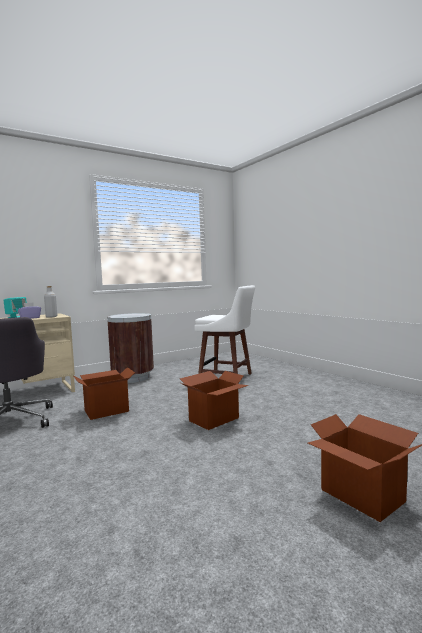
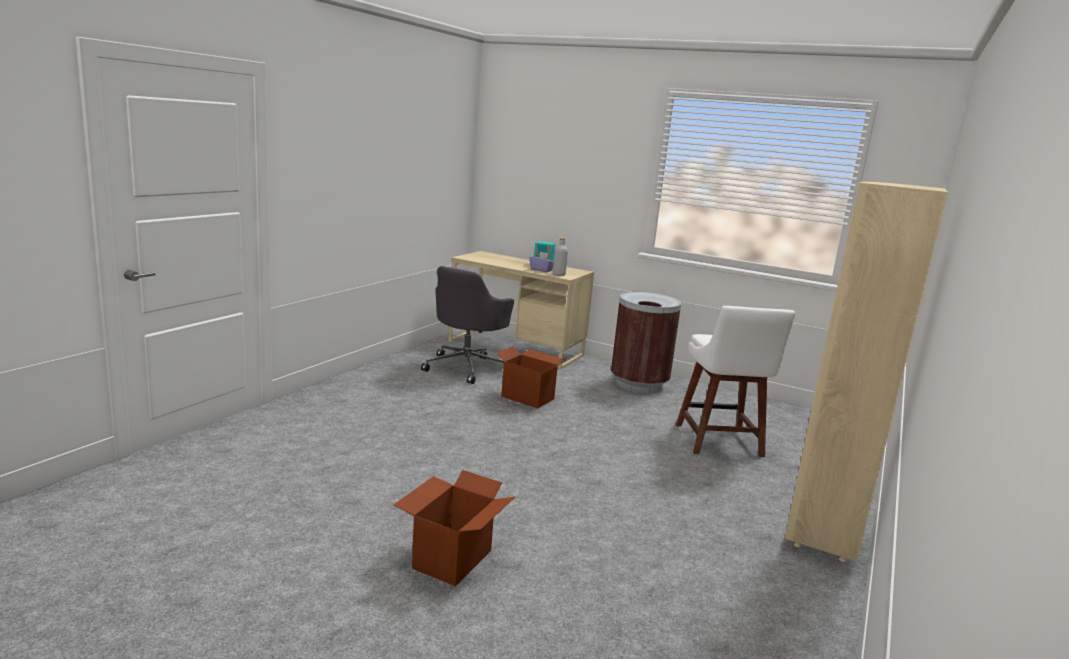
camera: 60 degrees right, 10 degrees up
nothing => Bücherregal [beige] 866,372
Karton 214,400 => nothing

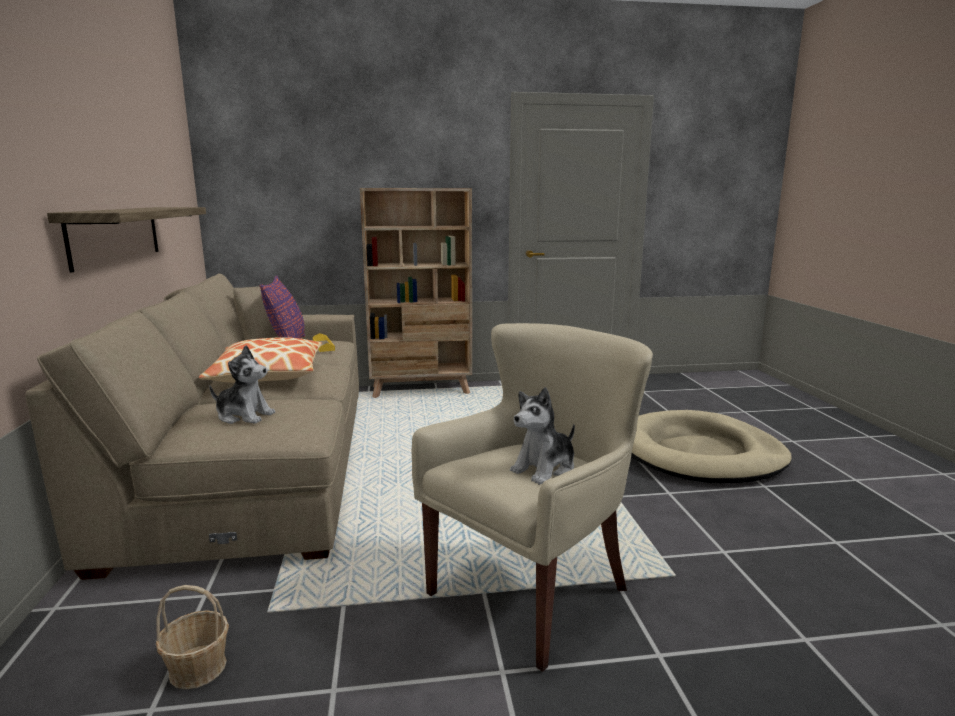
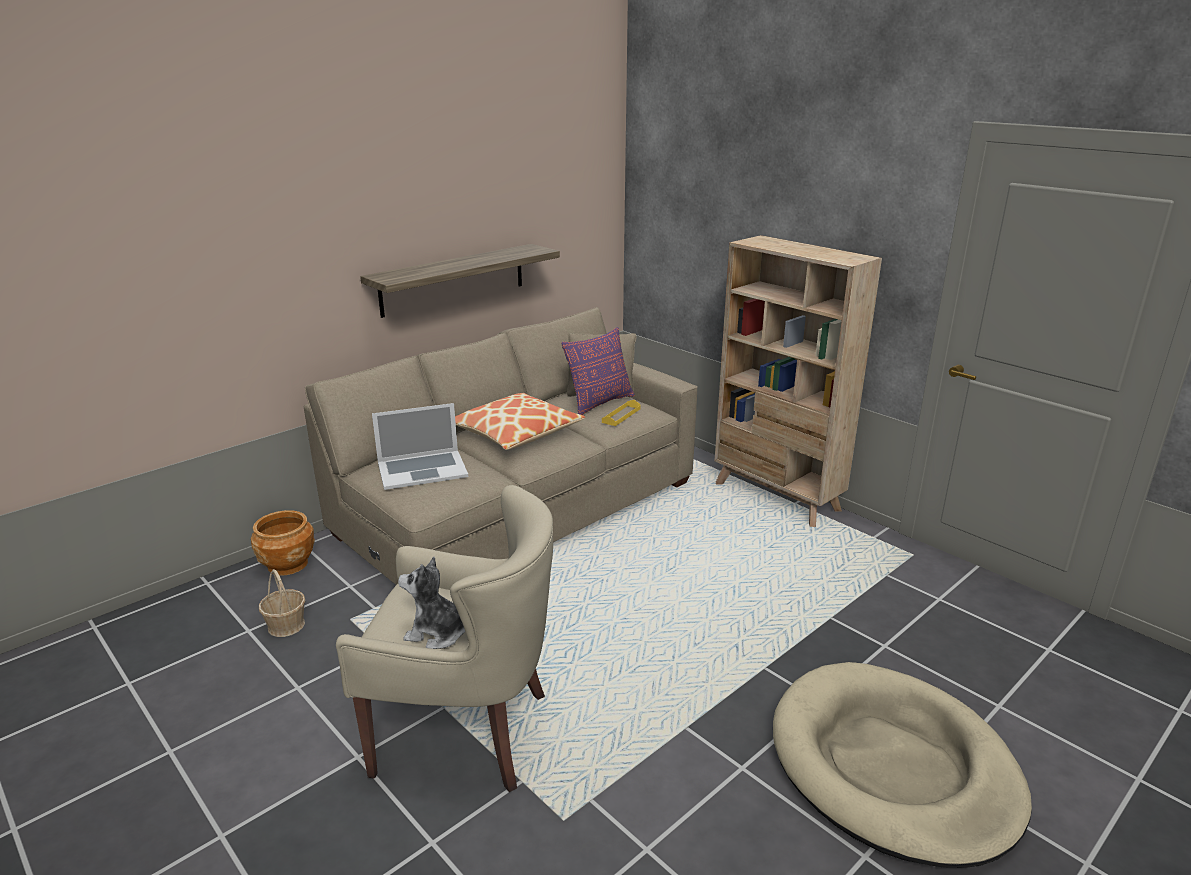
camera: 55 degrees right, 10 degrees up
nothing => Pflanzkübel [braun] 283,543
Plüschtier 242,384 => Laptop 420,446

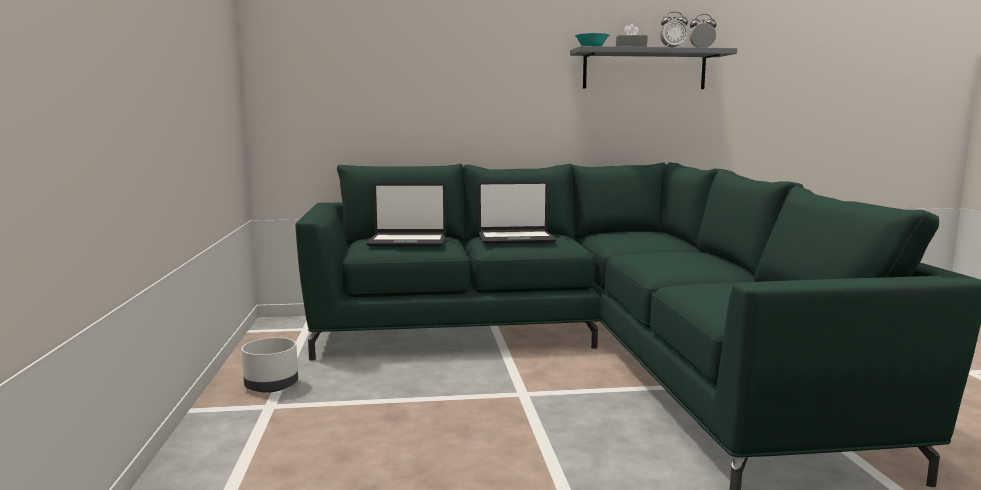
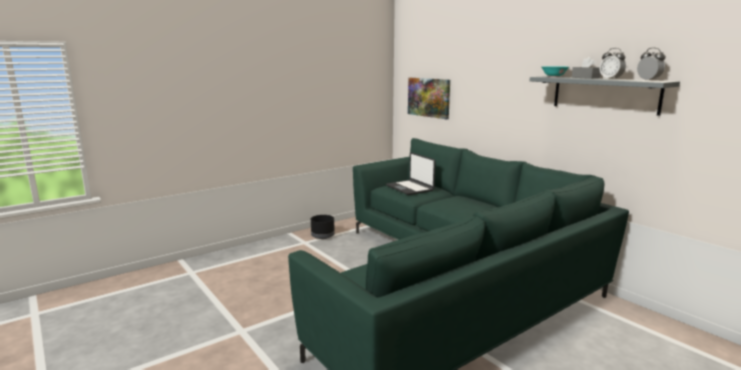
camera: 60 degrees right, 5 degrees up
Pflanzkübel [weiß] 270,365 => Pflanzkübel [schwarz] 323,227
nothing => Bild 429,98
Laptop 517,212 => nothing

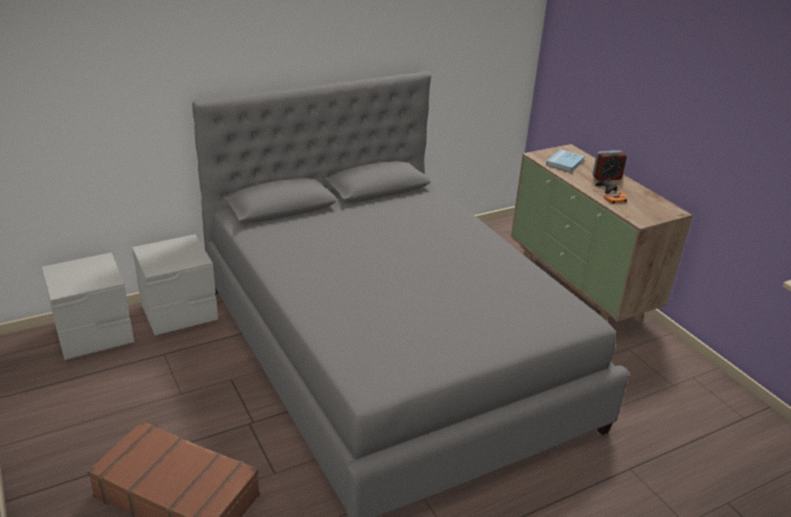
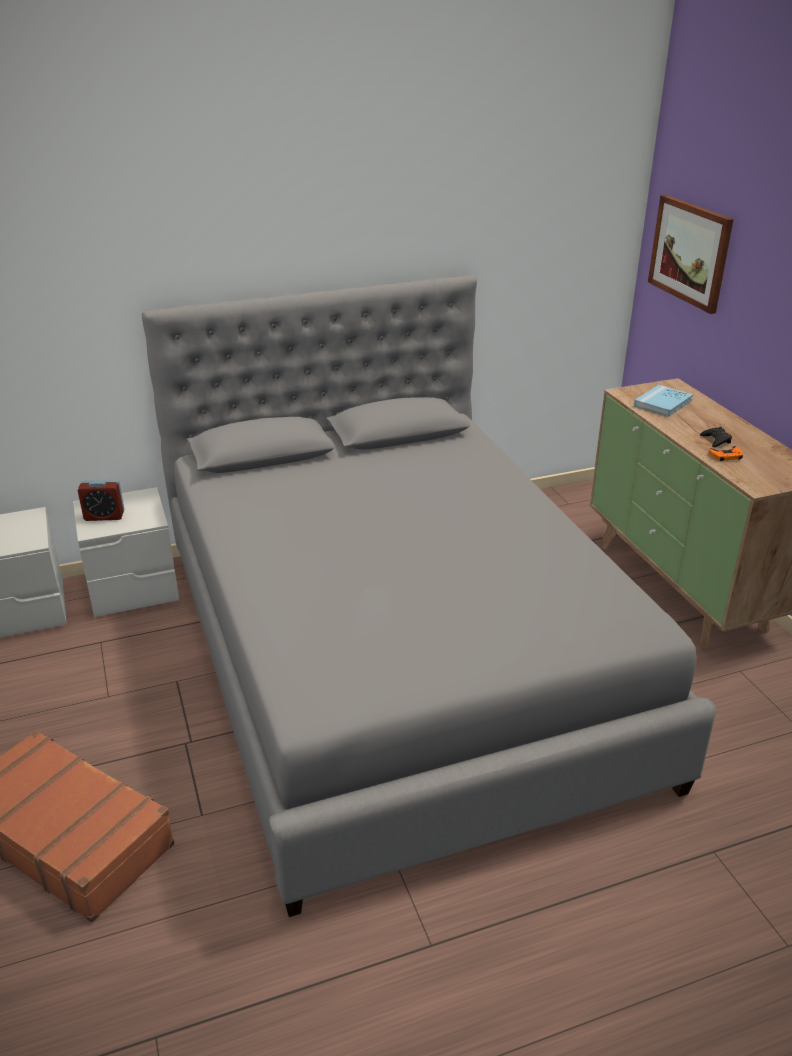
camera: 10 degrees right, 0 degrees up
Wecker 610,165 => Wecker 101,500, relocated
nothing => Bild 690,254

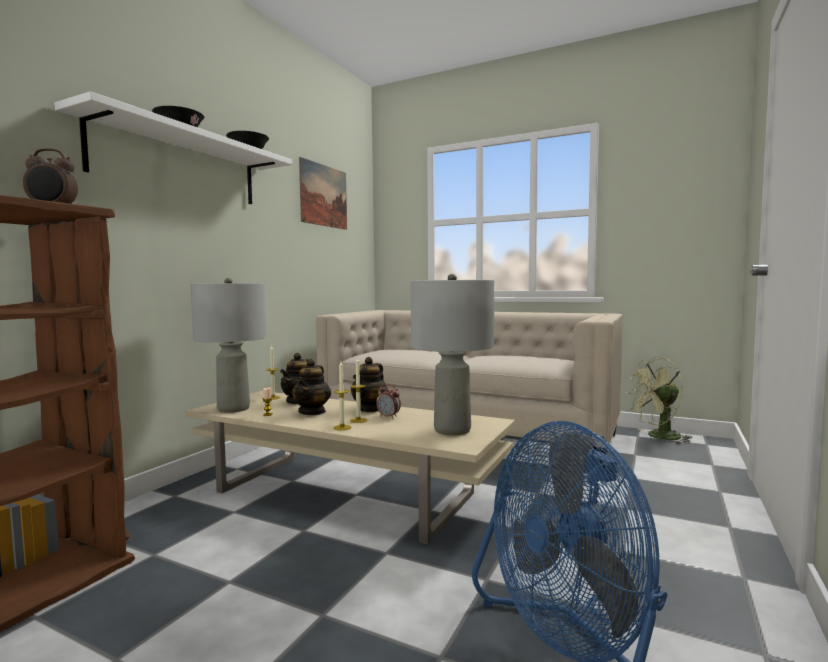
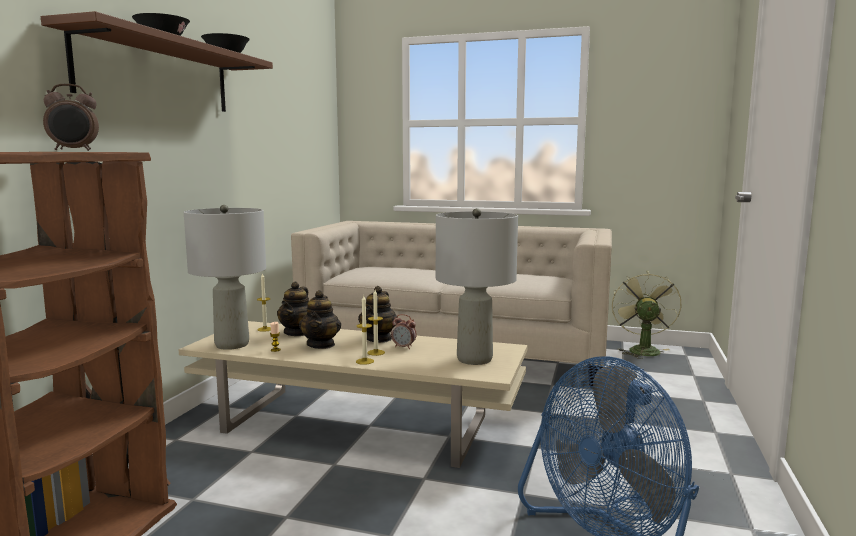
camera: 10 degrees left, 5 degrees up
Wandregal [weiß] 173,147 => Wandregal [braun] 157,61
Ventilator [grün] 659,401 => Ventilator [grün] 647,315, 120 degrees clockwise
Bild 323,193 => nothing

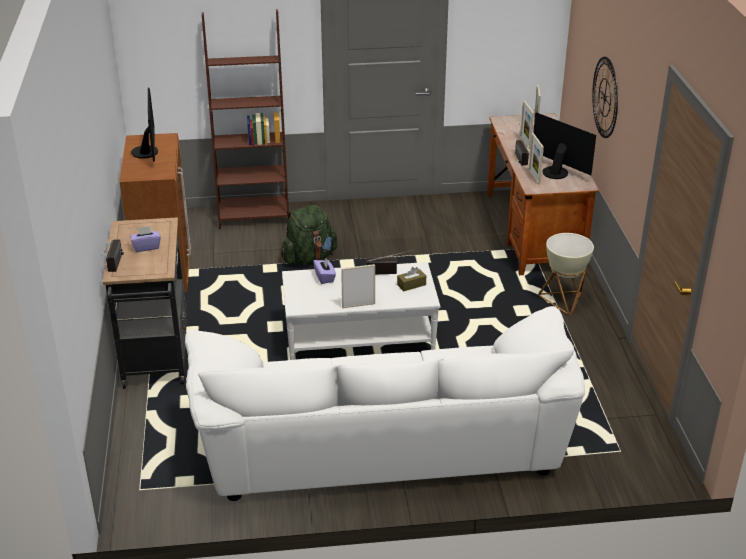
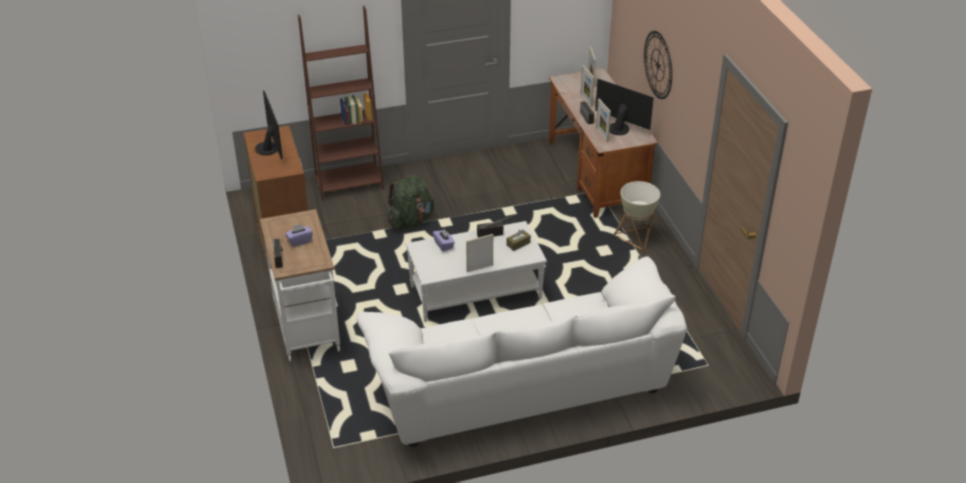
camera: 10 degrees left, 5 degrees up
Rollwagen [schwarz] 145,303 => Rollwagen [weiß] 300,285

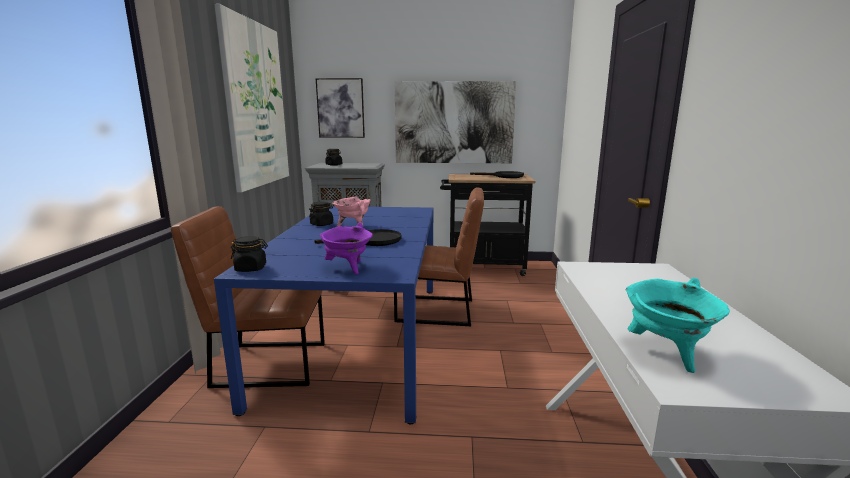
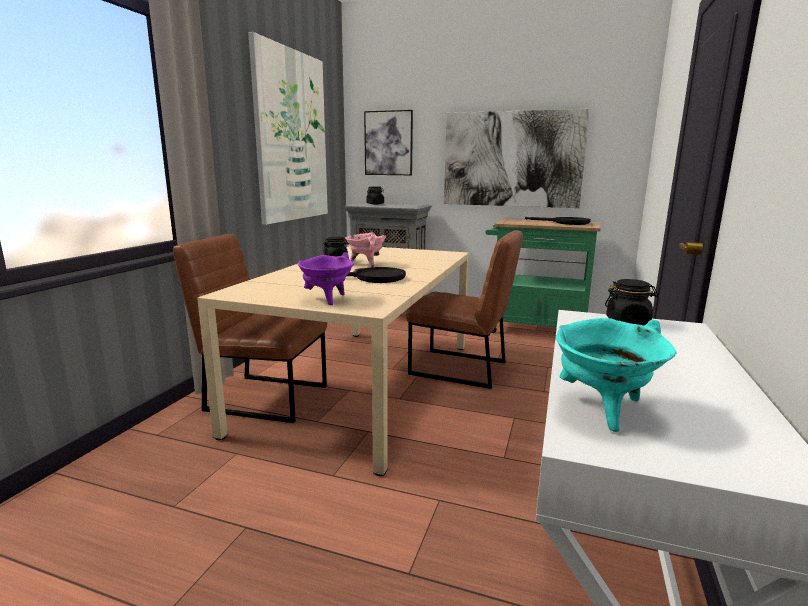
camera: 15 degrees right, 0 degrees up
Esstisch [blau] 323,315 => Esstisch [beige] 333,361
Rollwagen [schwarz] 487,225 => Rollwagen [grün] 543,275
Vorratsglas [schwarz] 249,254 => Vorratsglas [schwarz] 631,302, relocated

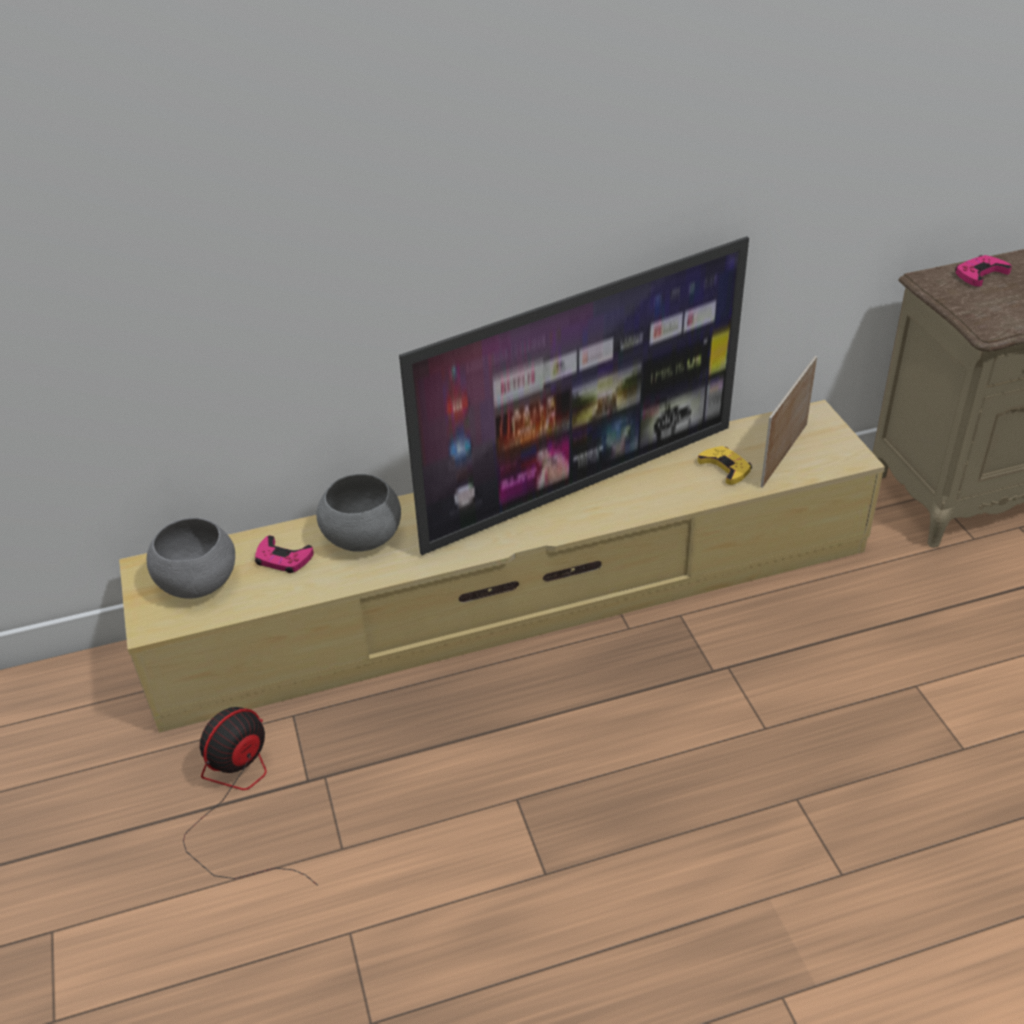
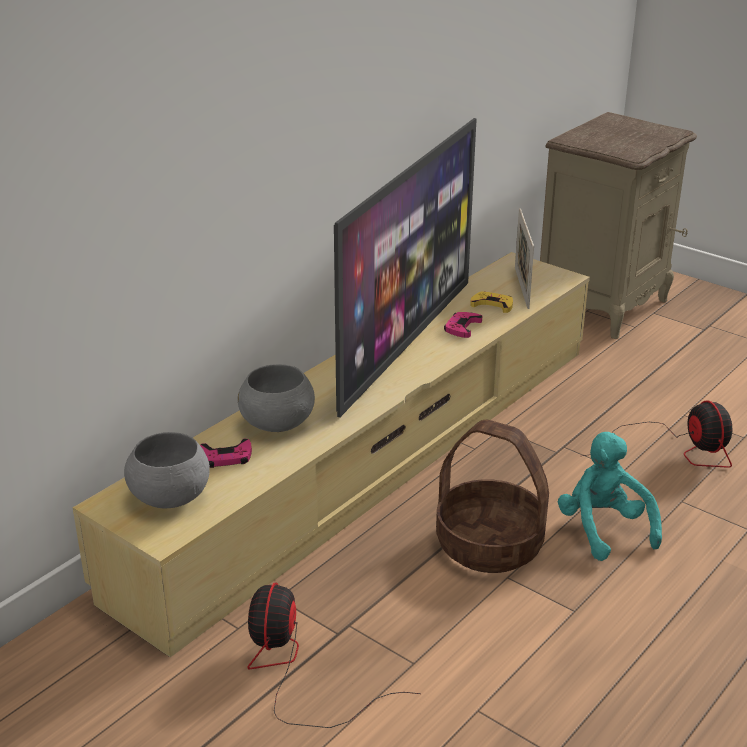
camera: 35 degrees left, 10 degrees down
nothing => Korb 492,496
Gamepad [rosa] 983,271 => Gamepad [rosa] 463,325, relocated
nothing => Plüschtier [türkis] 610,496
nothing => Ventilator 657,434

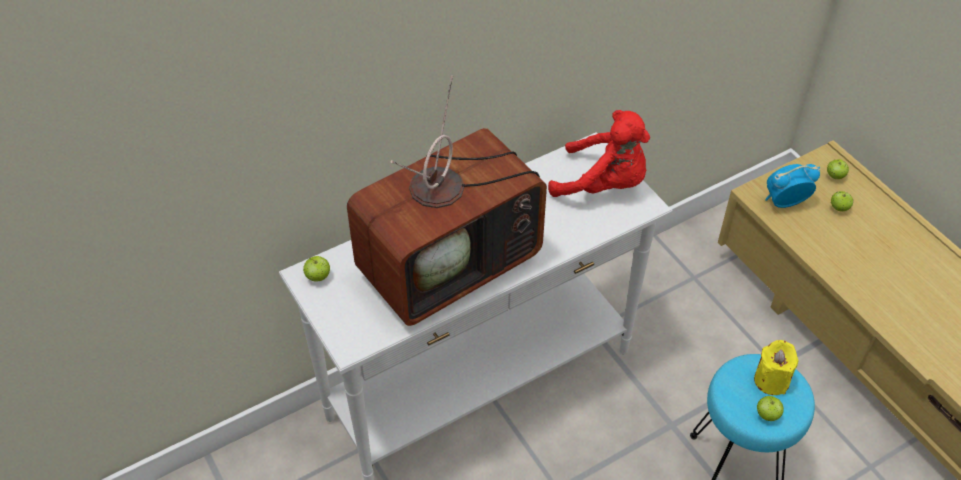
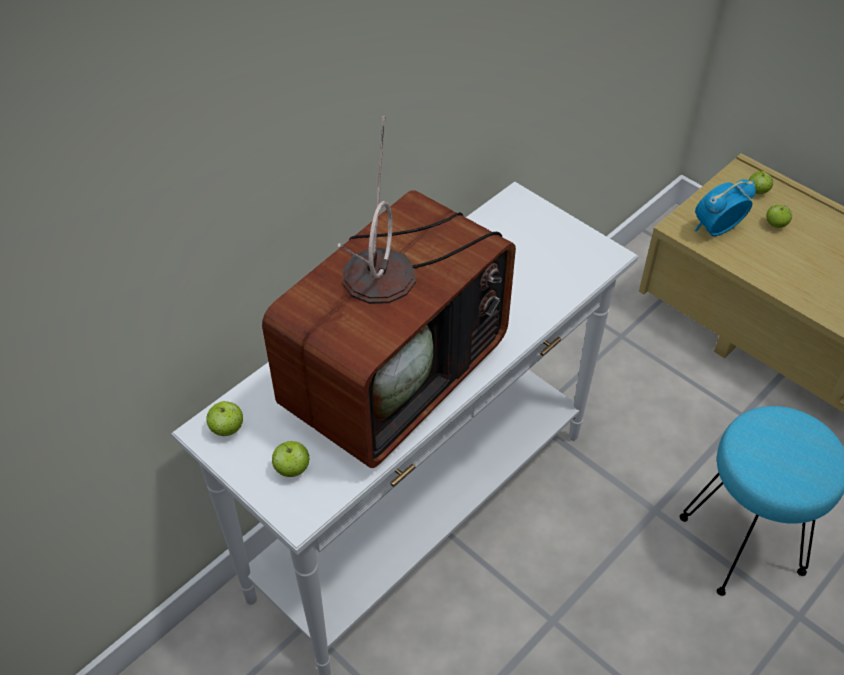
camera: 15 degrees left, 0 degrees up
Apfel 770,408 => Apfel 291,459, relocated
Plüschtier [rot] 599,153 => nothing
Kerze [gelb] 776,367 => nothing

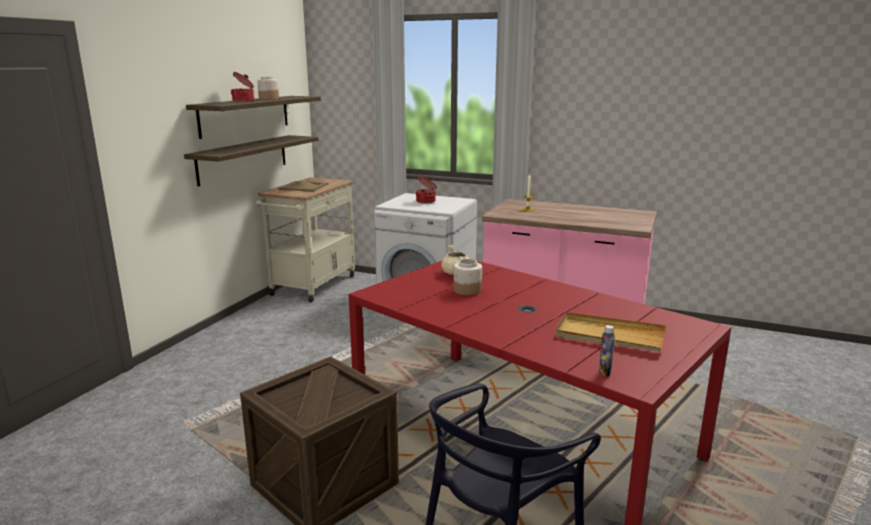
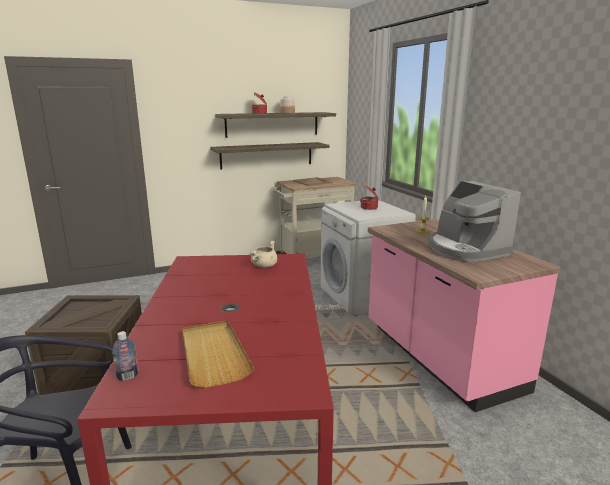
camera: 45 degrees right, 0 degrees up
nothing => Kaffeemaschine 474,221
Vorratsglas 468,277 => nothing

